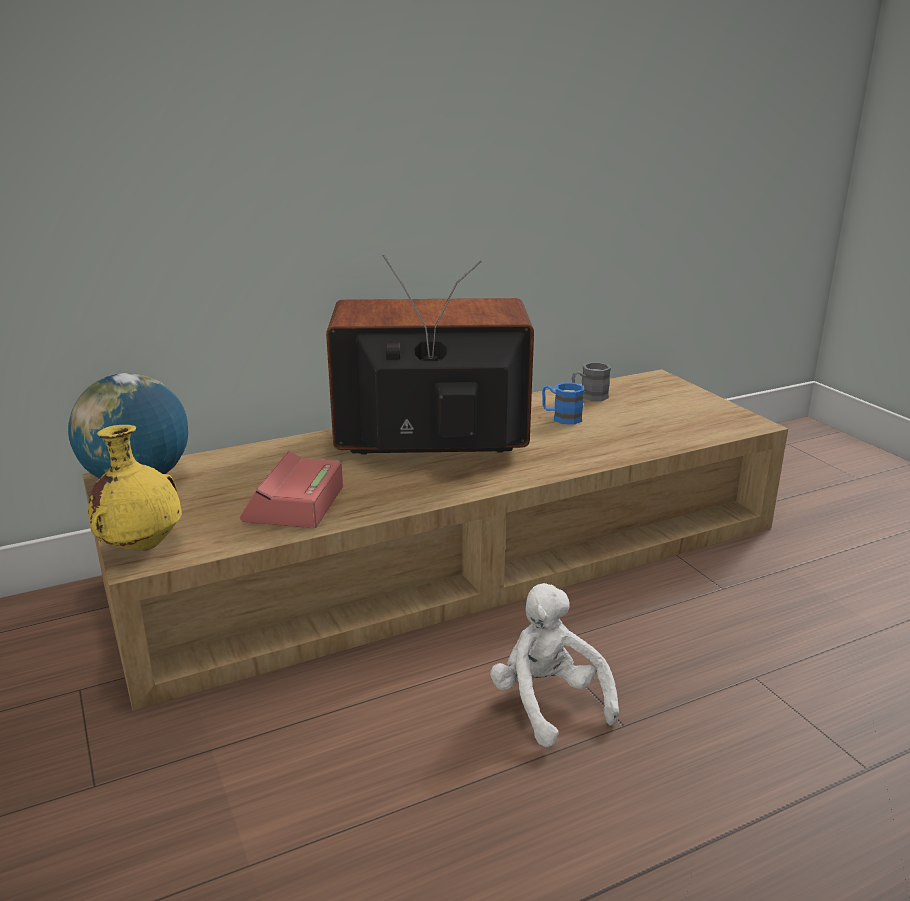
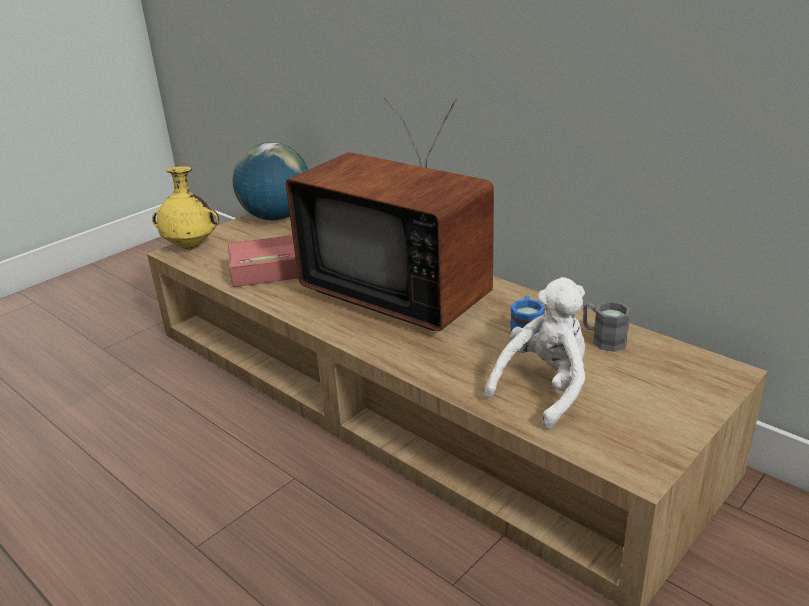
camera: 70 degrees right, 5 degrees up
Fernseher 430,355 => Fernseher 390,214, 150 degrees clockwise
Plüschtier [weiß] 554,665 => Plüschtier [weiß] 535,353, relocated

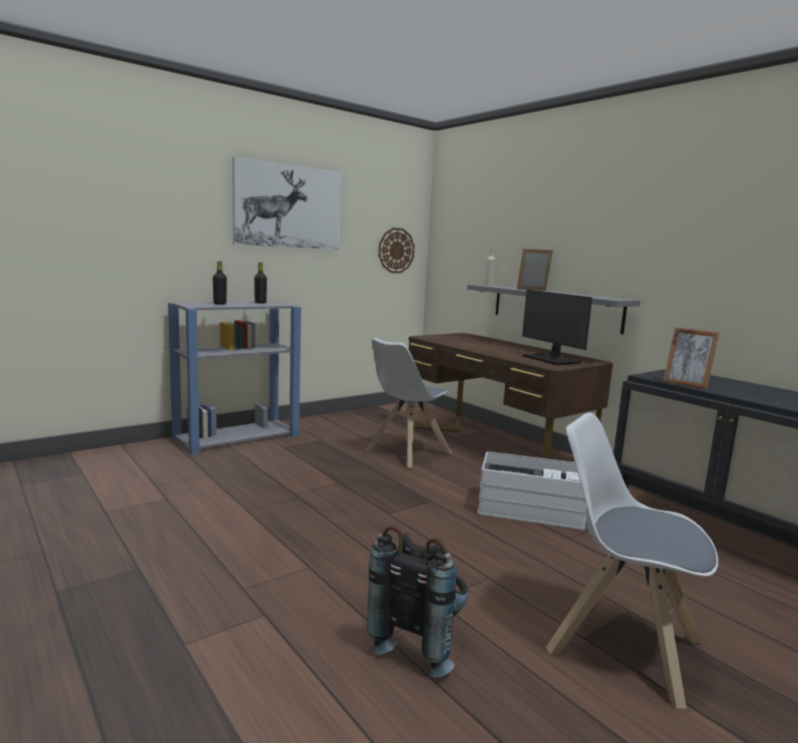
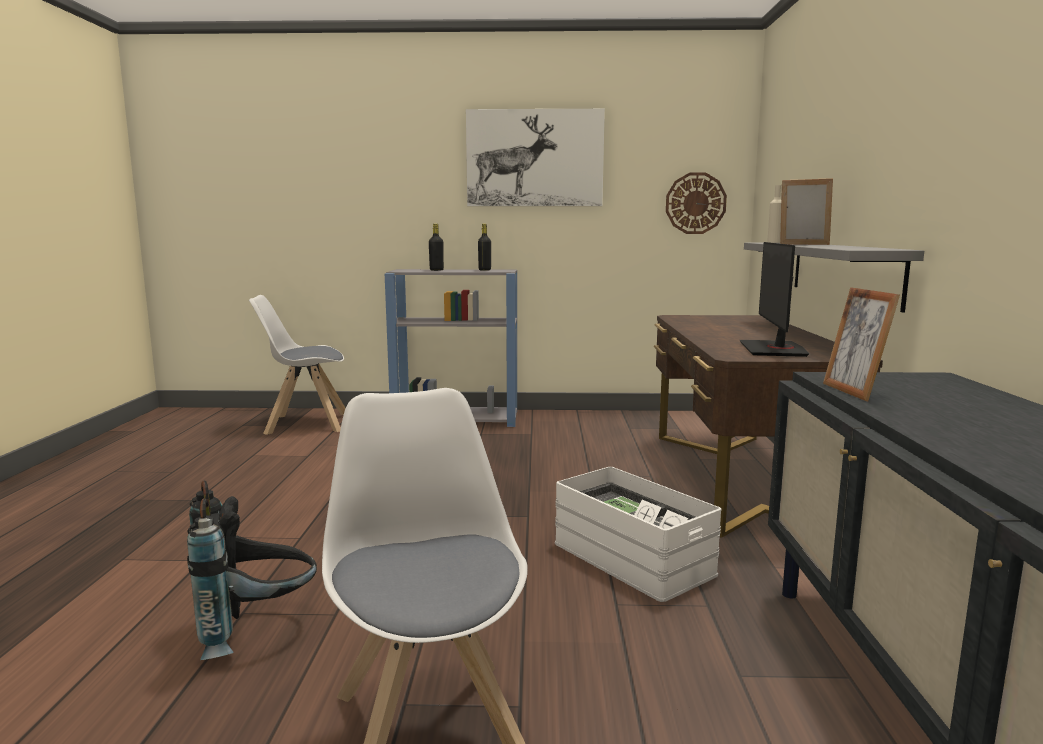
camera: 40 degrees right, 0 degrees up
Stuhl 408,403 => Stuhl 297,365, relocated

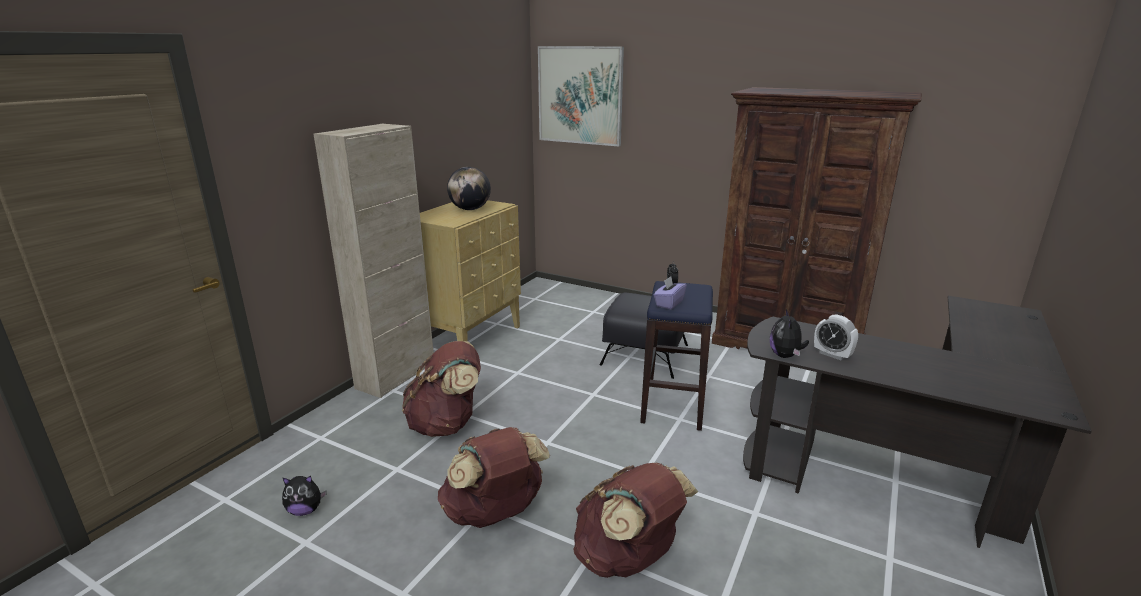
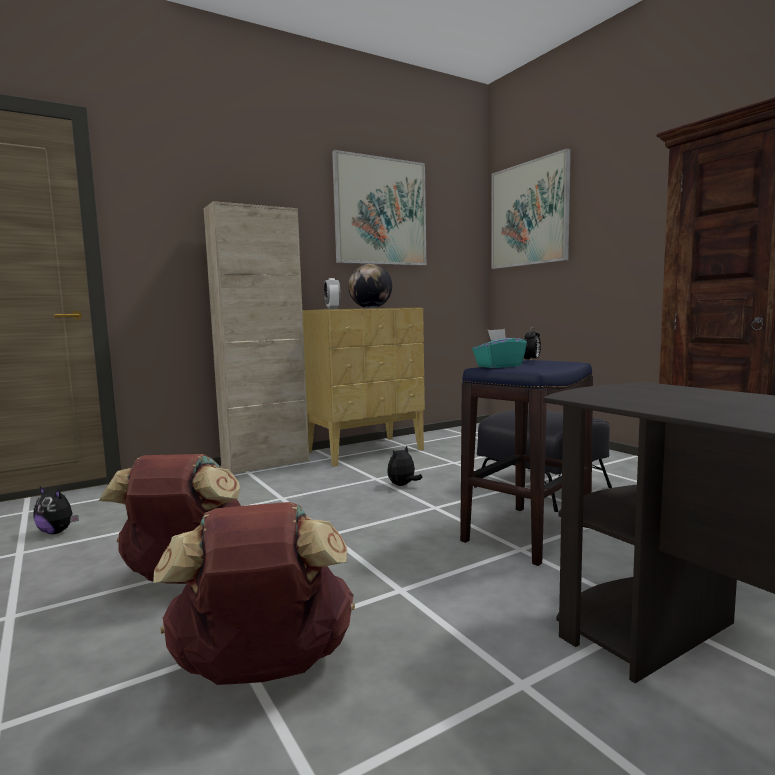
camera: 30 degrees right, 15 degrees down
Wecker 836,337 => Wecker 332,293, relocated
nothing => Bild 379,208
Plüschtier 789,333 => Plüschtier 405,465, relocated
Taschentuchbox [lila] 670,293 => Taschentuchbox [türkis] 499,348
Rucksack [braun] 441,389 => nothing

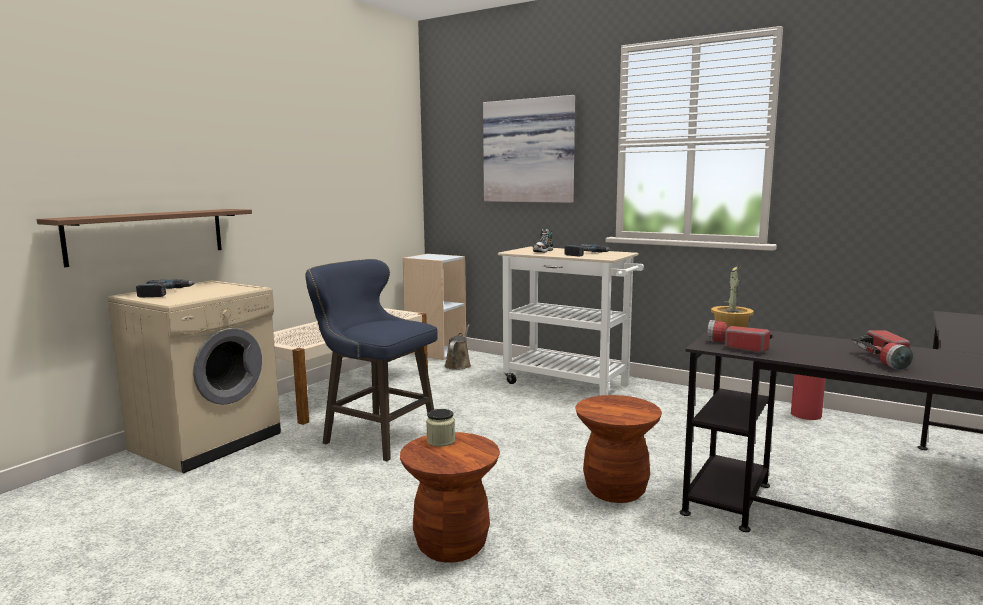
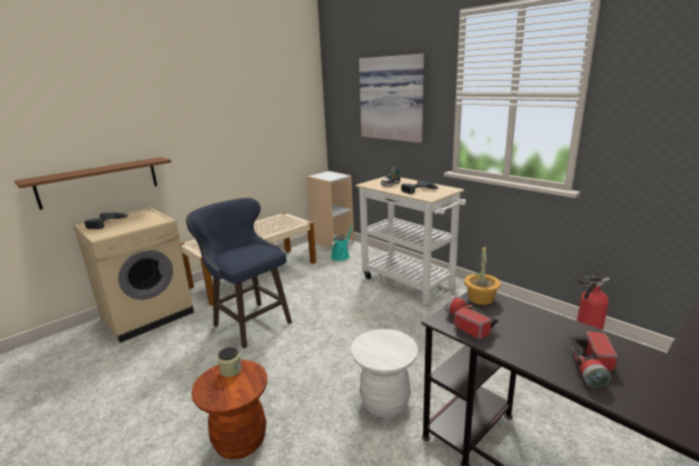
camera: 15 degrees right, 10 degrees up
Gießkanne [braun] 457,347 => Gießkanne [türkis] 342,243
Hocker [braun] 618,449 => Hocker [weiß] 384,373

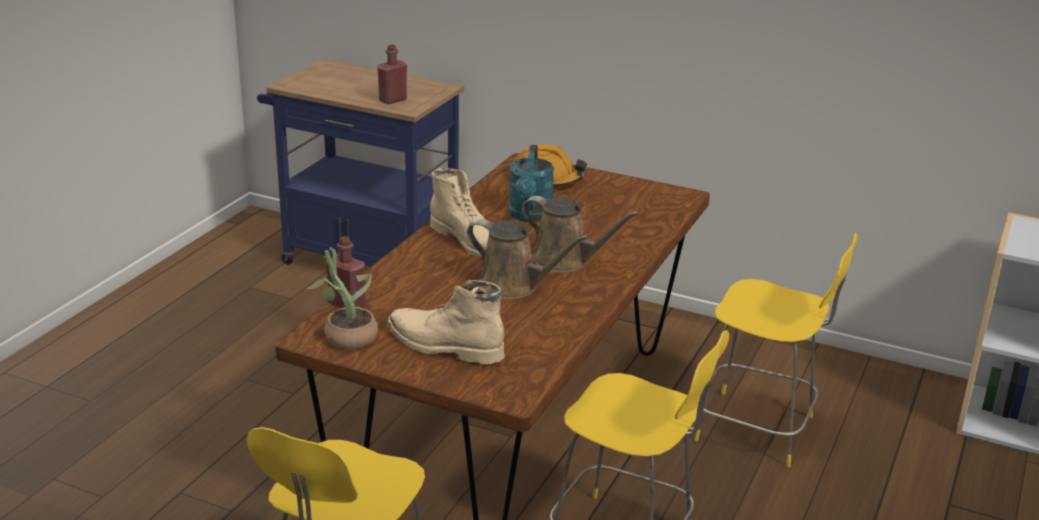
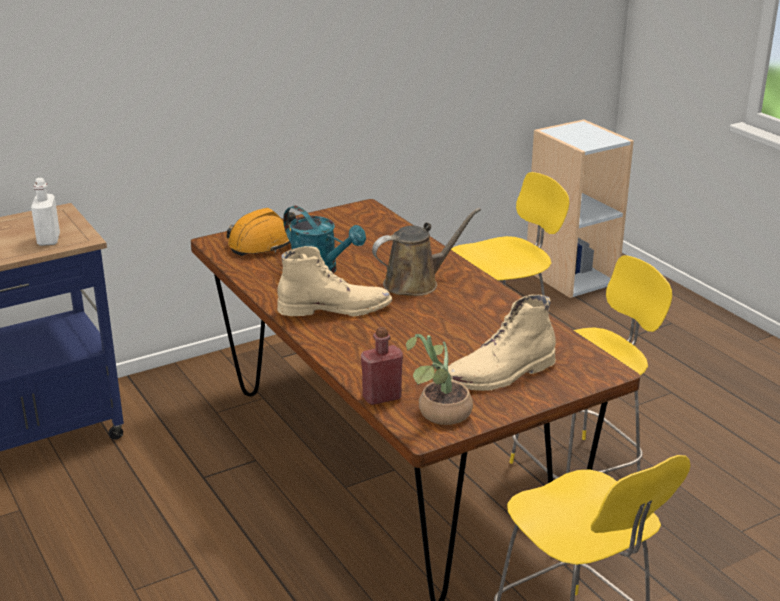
camera: 55 degrees left, 0 degrees up
Flasche [rot] 392,74 => Flasche [weiß] 45,212
Gießkanne [braun] 528,259 => nothing

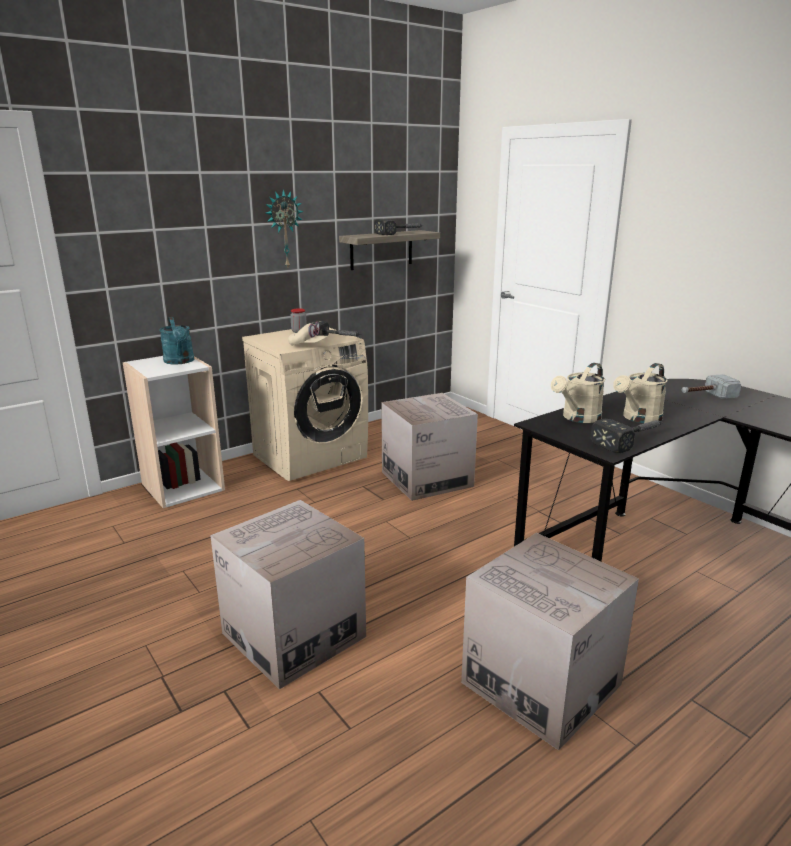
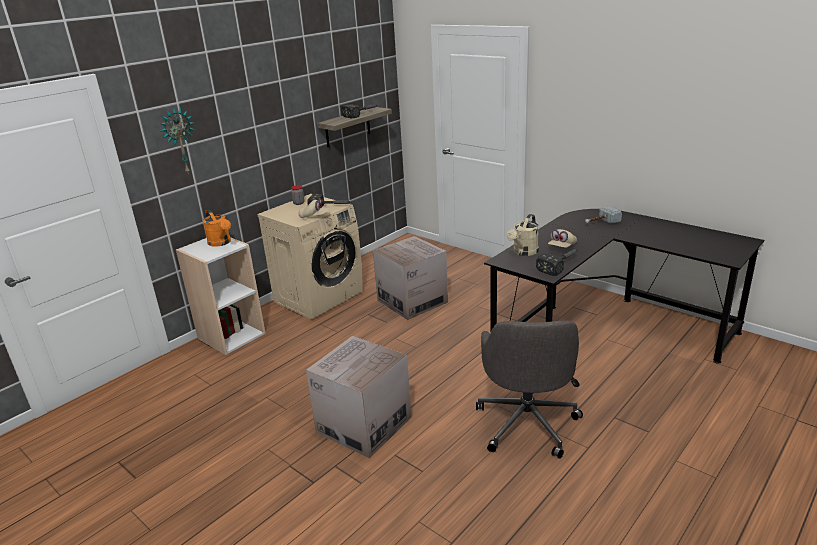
camera: 10 degrees left, 5 degrees up
Wanduhr 284,228 => Wanduhr 177,141, relocated
Gießkanne [türkis] 176,340 => Gießkanne [orange] 217,228
Karton 550,641 => Bürostuhl [grau] 529,389
Gießkanne [beige] 640,393 => Kappe [beige] 562,238

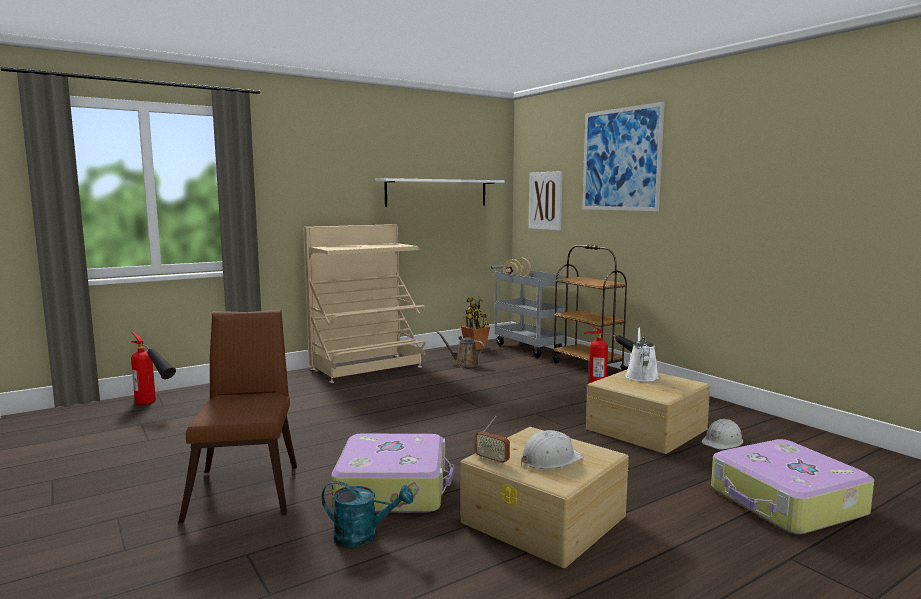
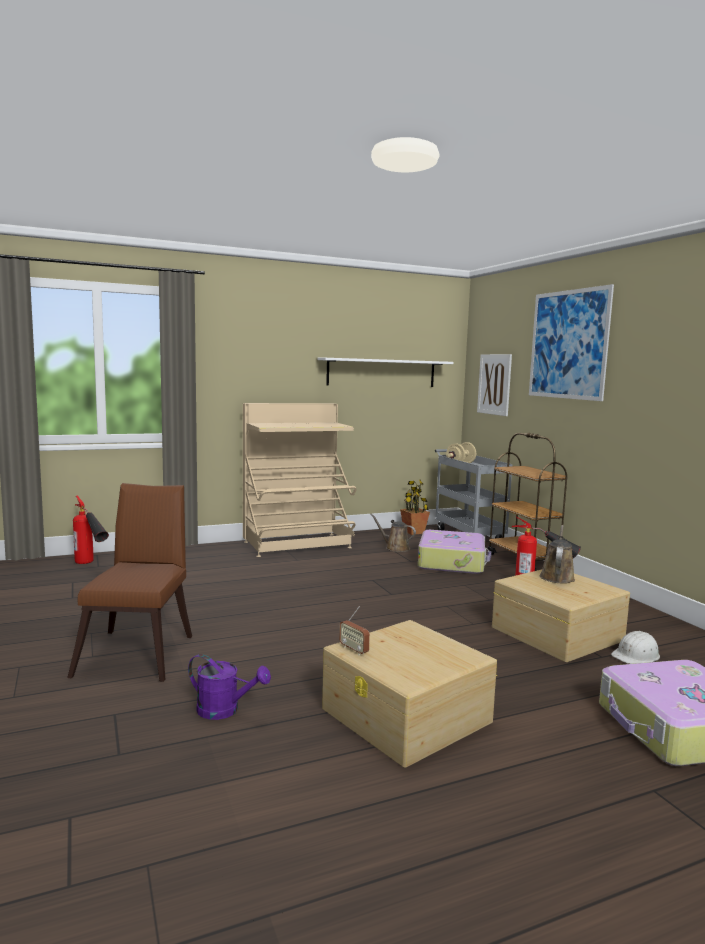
camera: 10 degrees right, 0 degrees up
Gießkanne [türkis] 367,514 => Gießkanne [lila] 229,687
Koffer 392,473 => Koffer 455,552, relocated
Gießkanne [weiß] 642,354 => Gießkanne [braun] 557,554
Schutzhelm [weiß] 552,449 => nothing

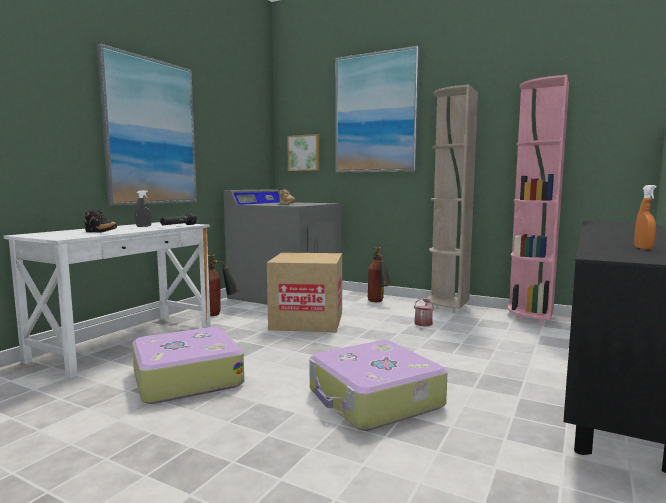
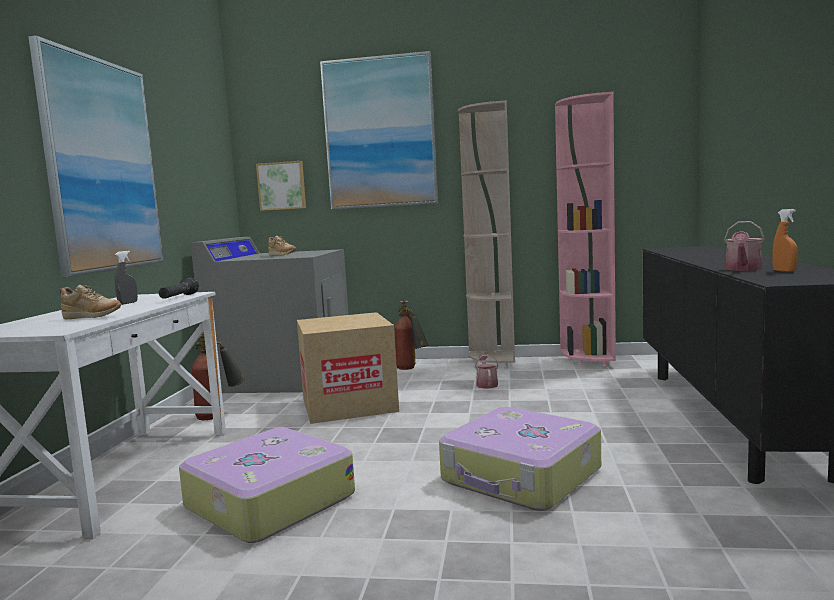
camera: 20 degrees left, 0 degrees up
Schuh [schwarz] 101,221 => Schuh [beige] 90,302
nothing => Gießkanne 744,246

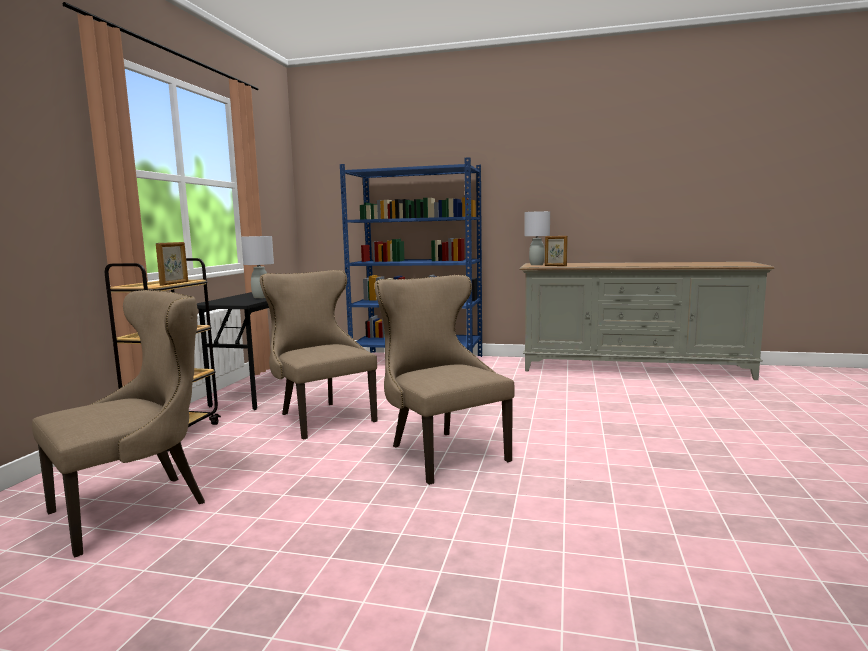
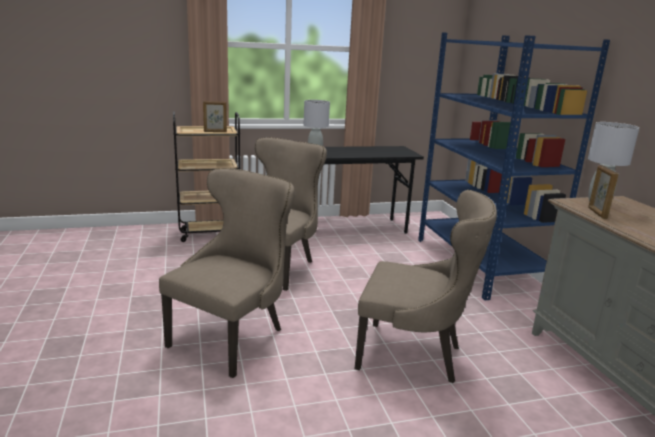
camera: 60 degrees right, 10 degrees up
Stuhl [beige] 118,424 => Stuhl [beige] 426,286, relocated

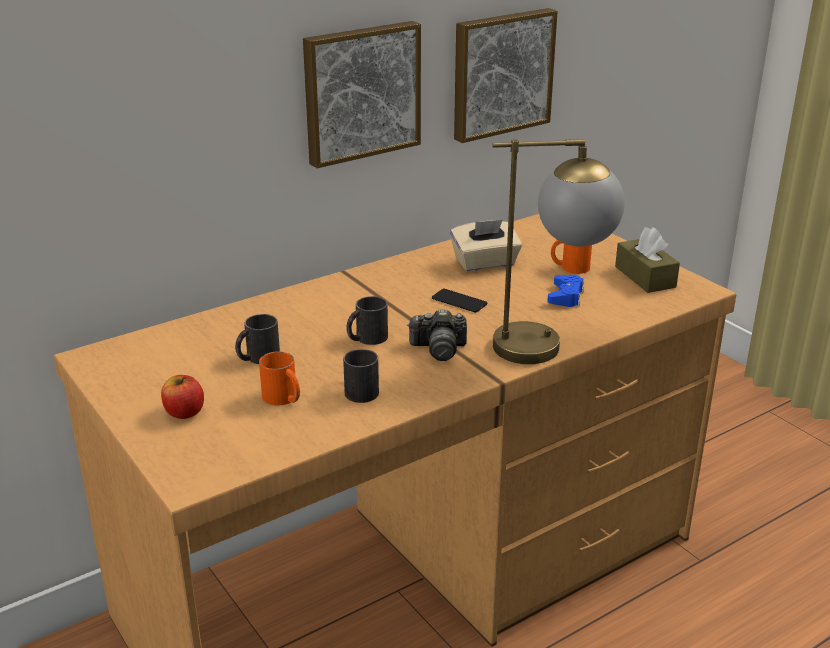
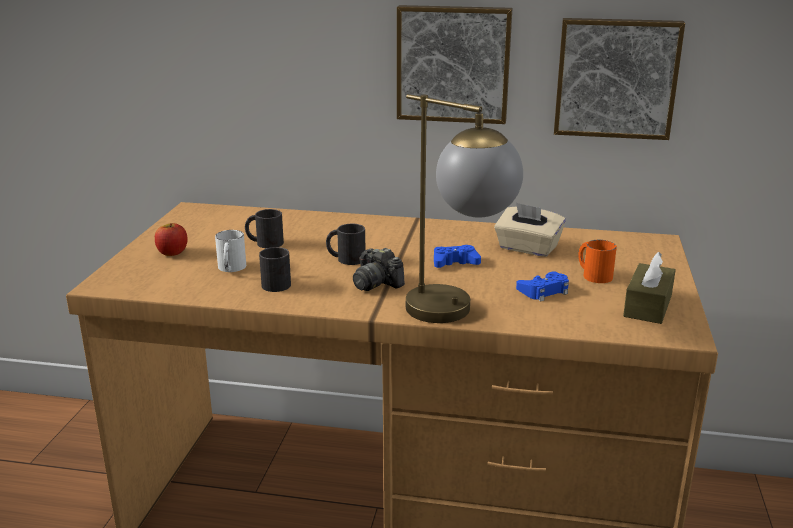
camera: 45 degrees right, 5 degrees down
Henkelbecher [orange] 279,378 => Henkelbecher [weiß] 230,251
Handy 459,301 => Gamepad [blau] 457,256

